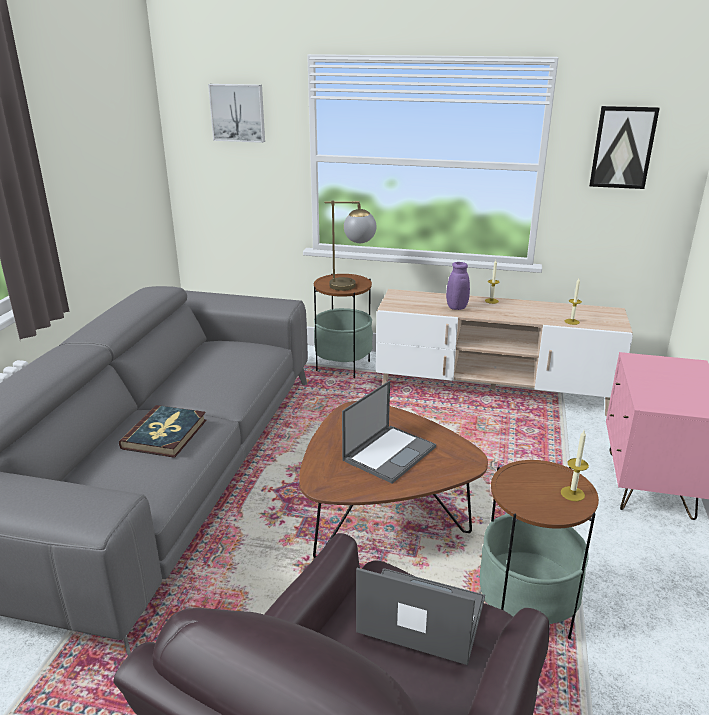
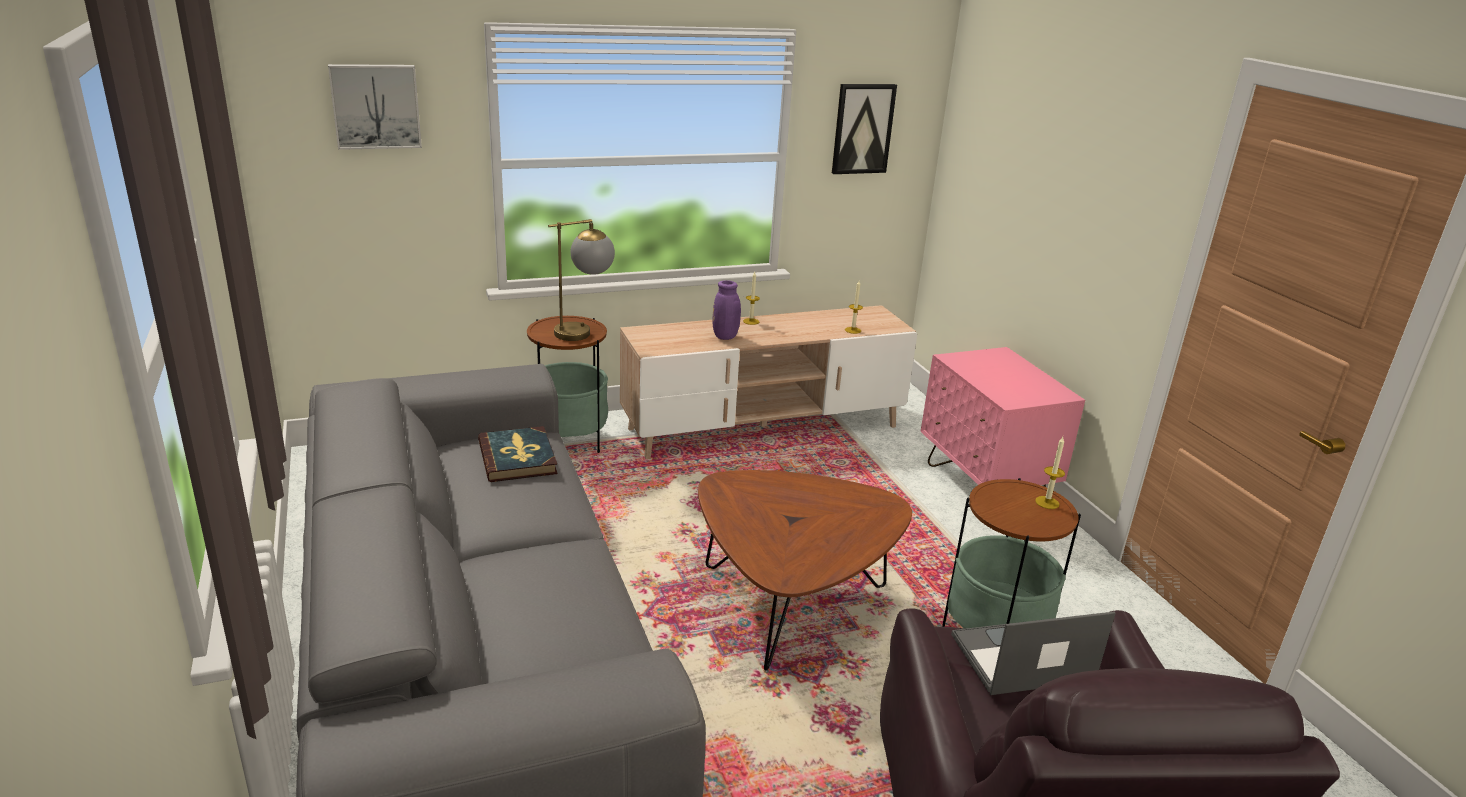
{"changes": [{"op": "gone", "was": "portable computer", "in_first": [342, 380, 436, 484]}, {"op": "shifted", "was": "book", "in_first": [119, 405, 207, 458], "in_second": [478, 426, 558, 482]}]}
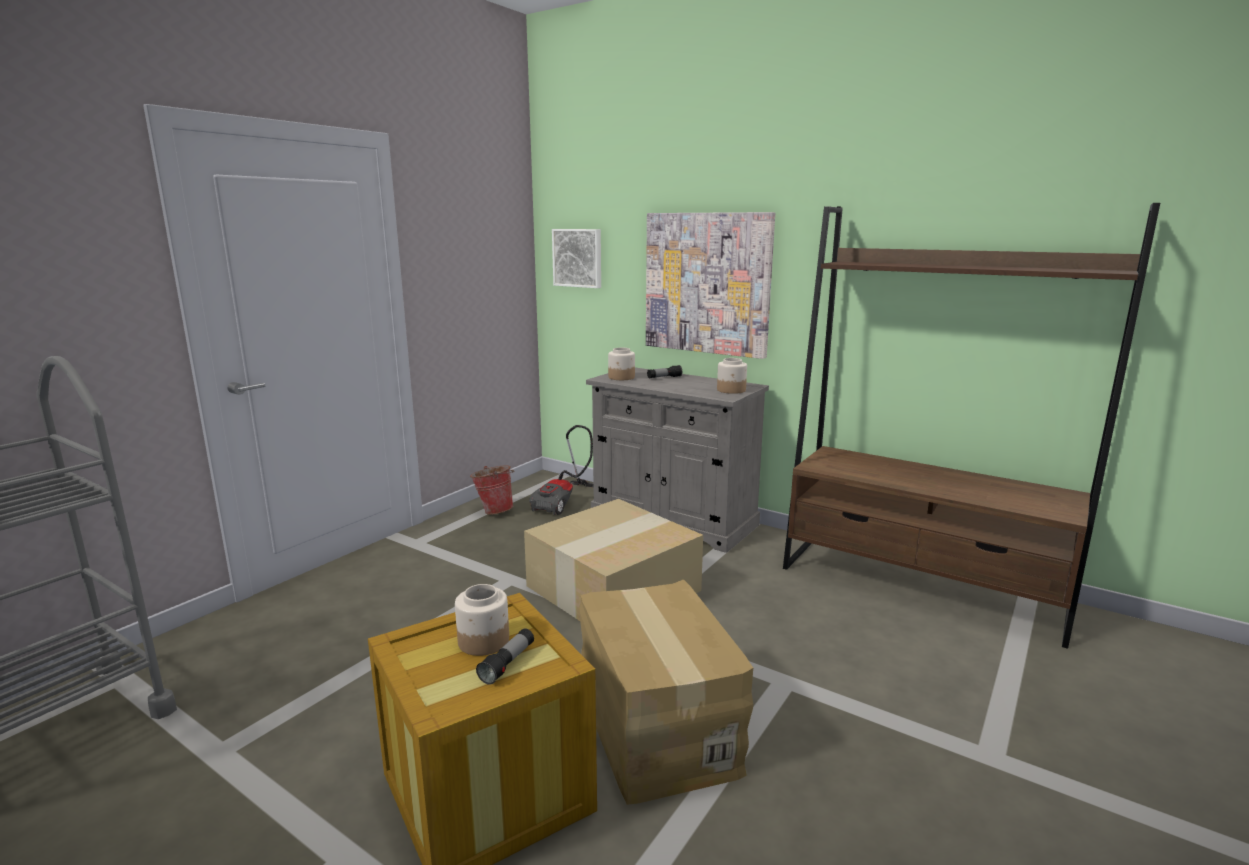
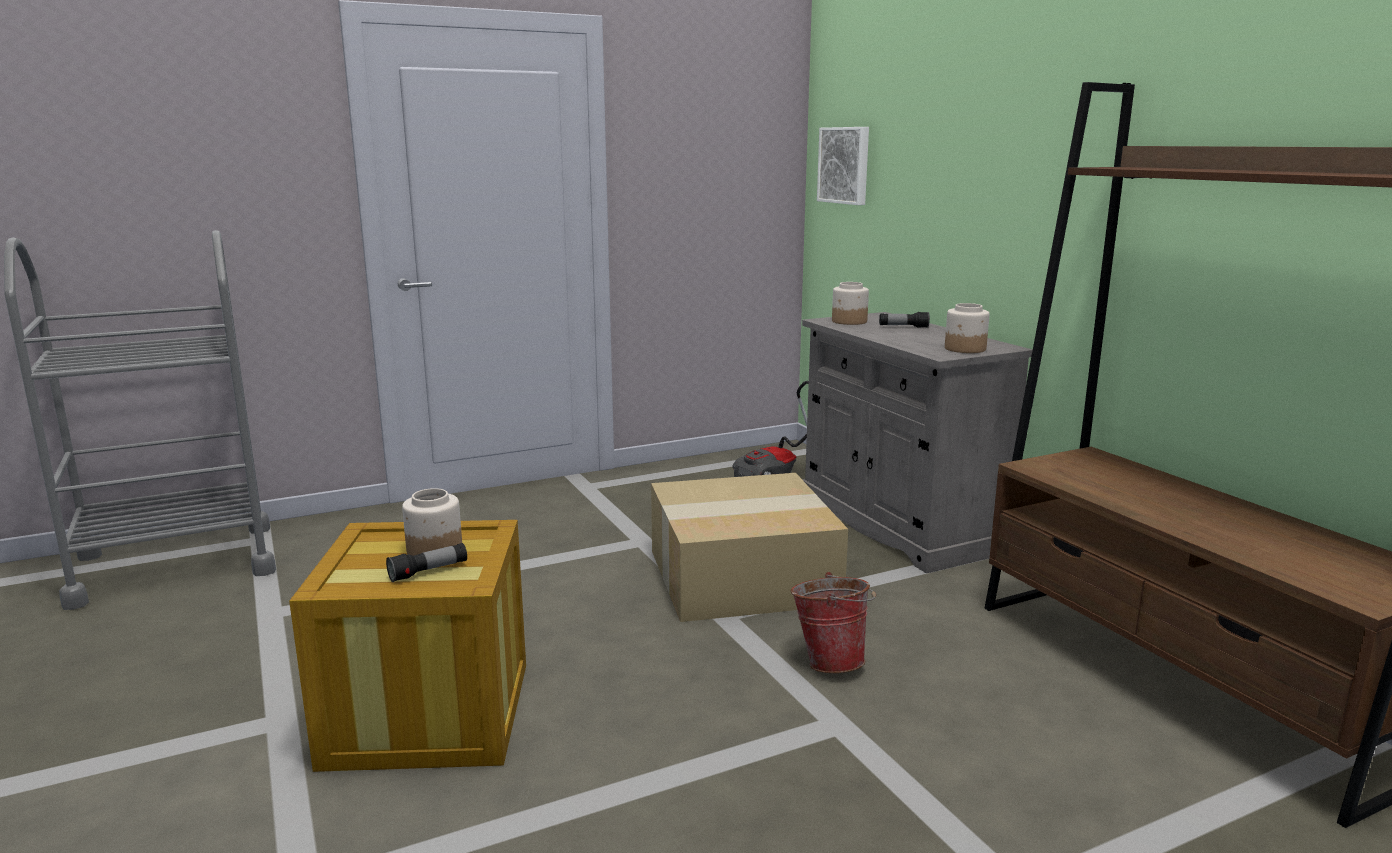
{"changes": [{"op": "gone", "was": "packing box", "in_first": [579, 580, 753, 805]}, {"op": "gone", "was": "wall picture", "in_first": [646, 212, 775, 359]}, {"op": "shifted", "was": "bucket", "in_first": [470, 465, 514, 515], "in_second": [791, 572, 876, 673]}]}
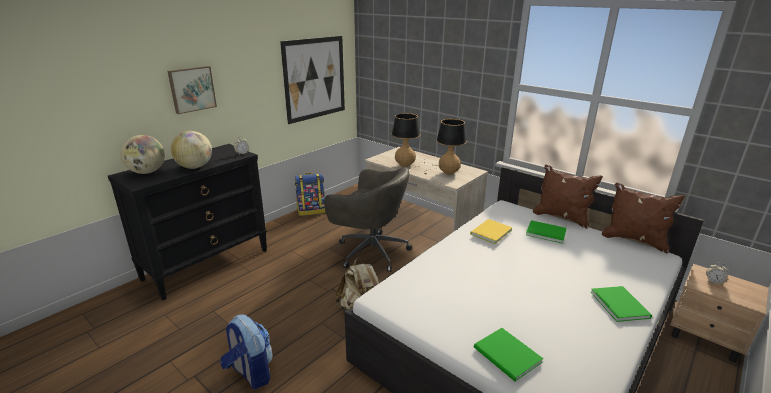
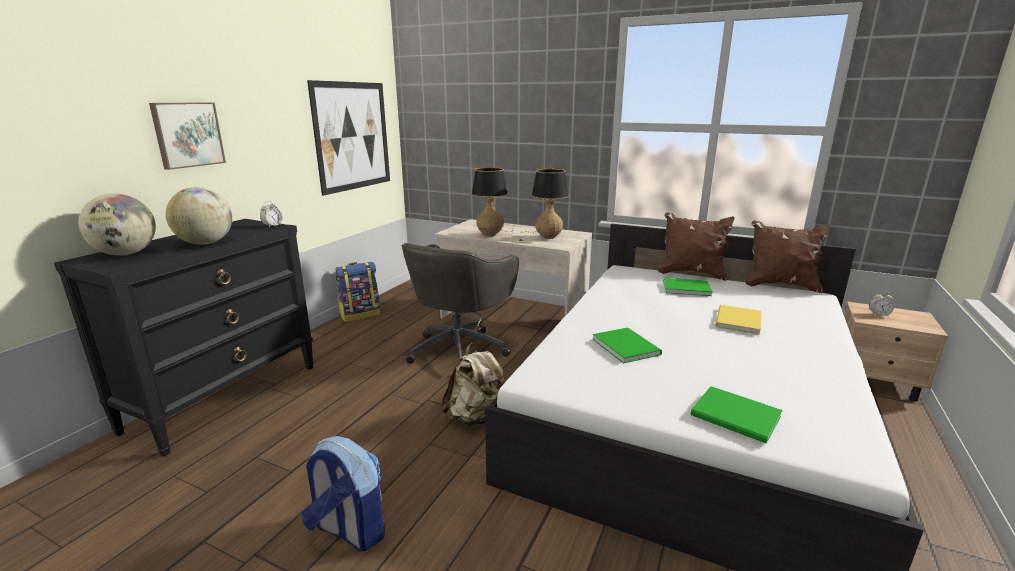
{"changes": [{"op": "shifted", "was": "book (yellowish)", "in_first": [470, 219, 513, 244], "in_second": [715, 305, 761, 335]}, {"op": "shifted", "was": "book (greenish)", "in_first": [591, 286, 652, 322], "in_second": [593, 327, 662, 364]}, {"op": "rotated", "was": "office chair (gray)", "in_first": [324, 167, 412, 272], "in_second": [401, 243, 519, 364], "clockwise": 105}]}
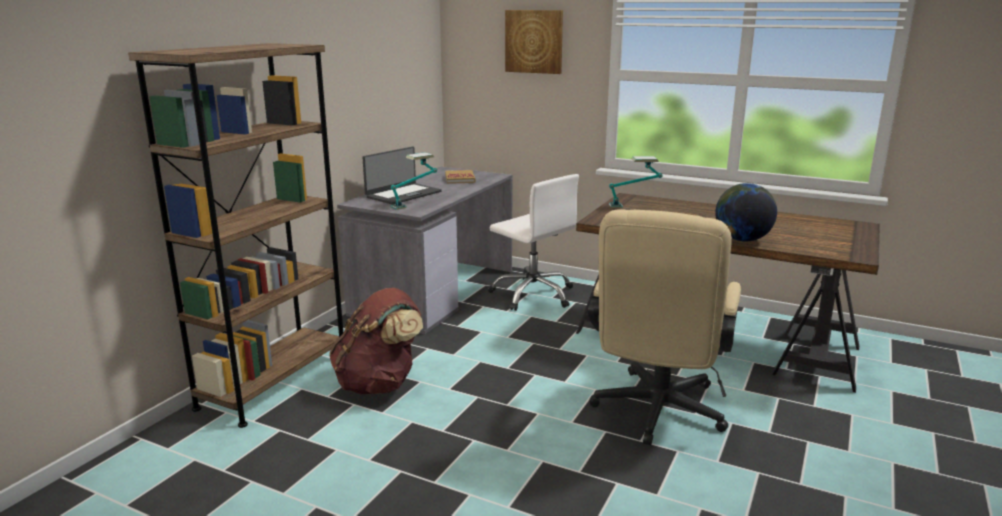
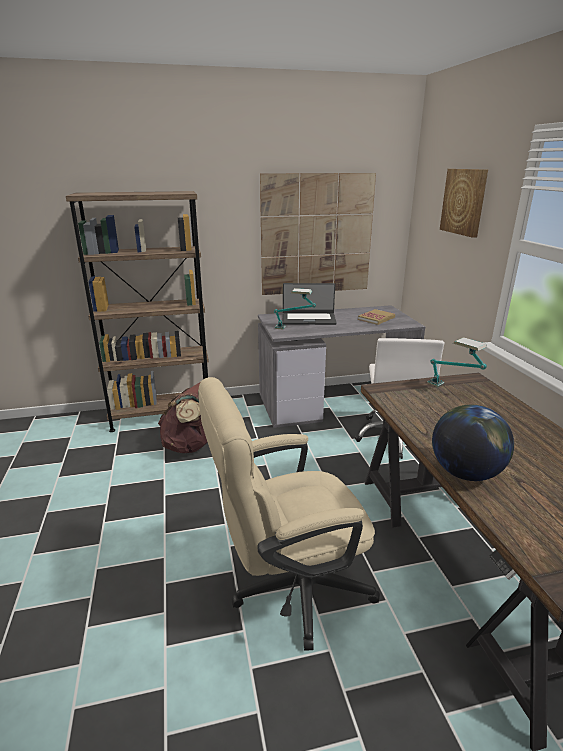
{"changes": [{"op": "new", "now": "wall picture", "in_second": [260, 173, 376, 295]}]}
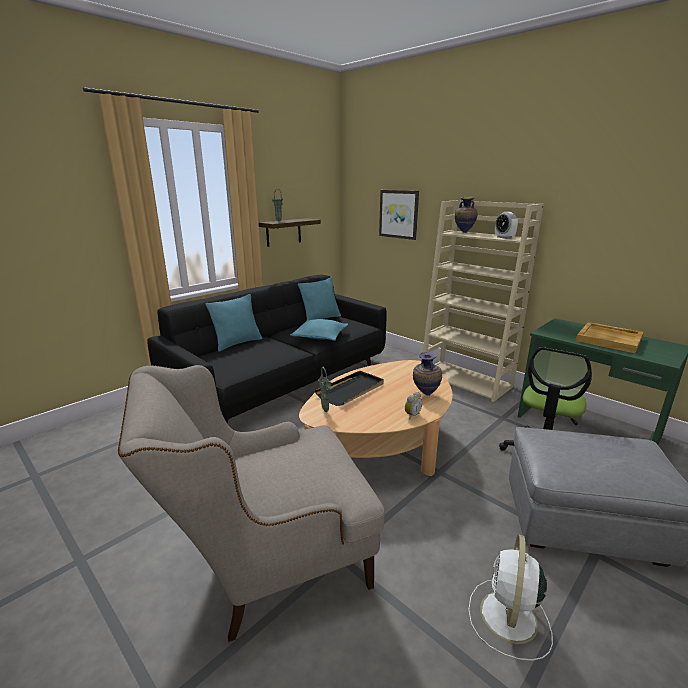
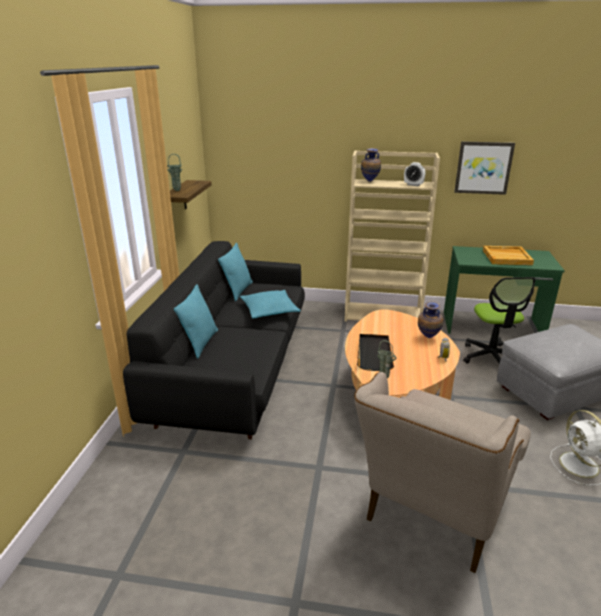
{"changes": [{"op": "shifted", "was": "wall picture", "in_first": [379, 190, 419, 240], "in_second": [454, 141, 515, 195]}]}
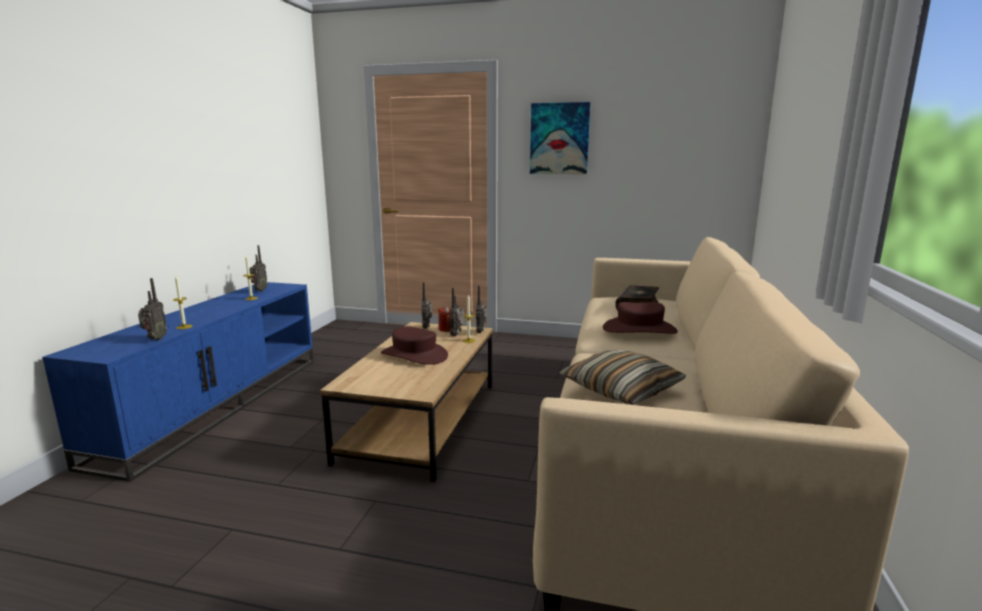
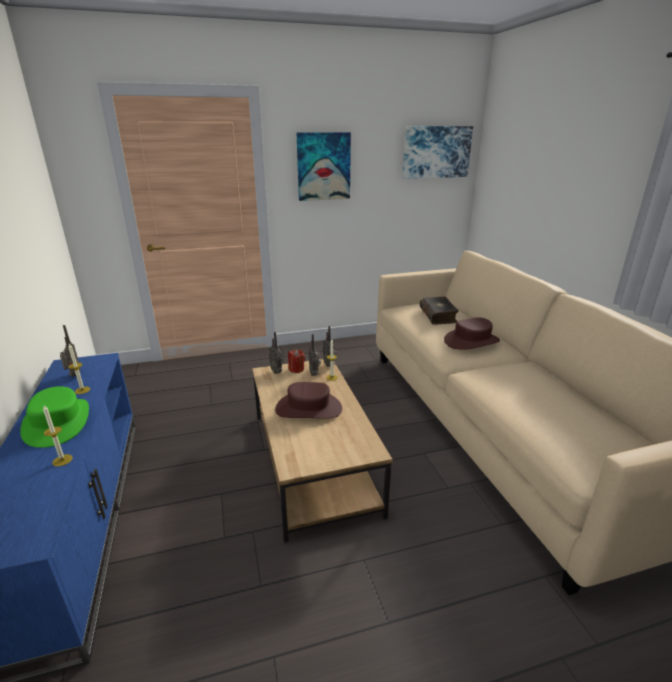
{"changes": [{"op": "gone", "was": "radio set", "in_first": [138, 278, 167, 340]}, {"op": "gone", "was": "throw pillow", "in_first": [560, 350, 687, 405]}, {"op": "new", "now": "clothing hat (greenish)", "in_second": [20, 386, 89, 448]}, {"op": "new", "now": "wall picture", "in_second": [403, 126, 473, 179]}]}
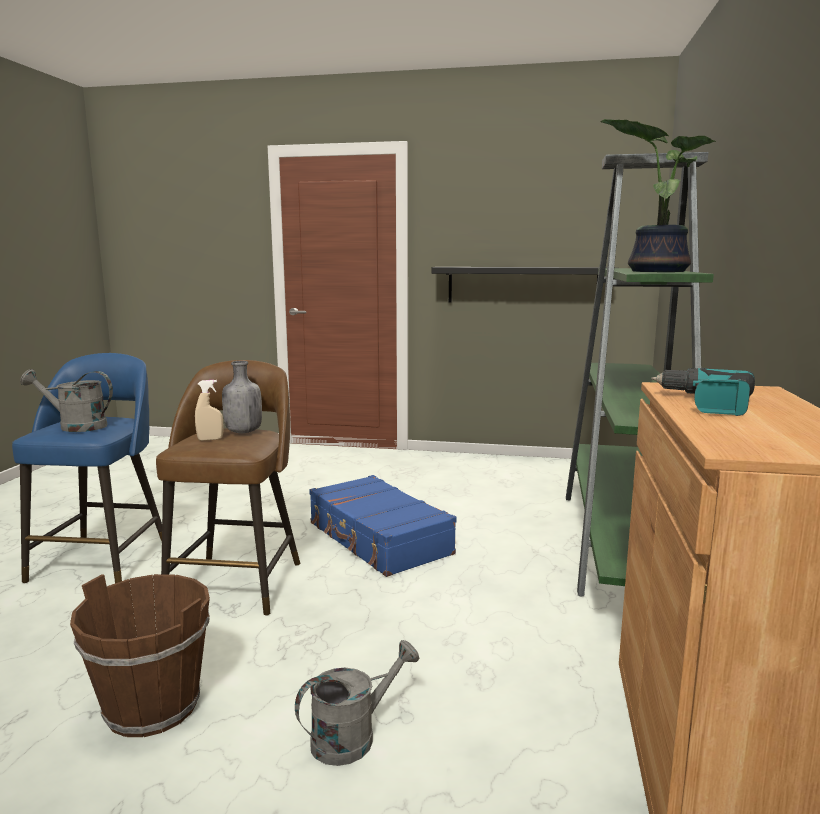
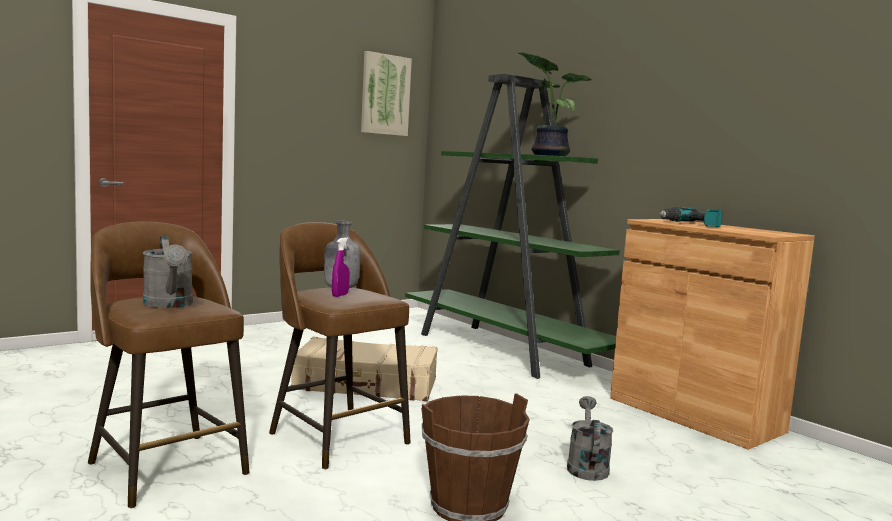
{"changes": [{"op": "gone", "was": "shelf (black-coloured)", "in_first": [431, 267, 616, 303]}, {"op": "new", "now": "wall picture", "in_second": [361, 51, 412, 136]}, {"op": "repainted", "was": "stool (bluish)", "now": "stool (brown-coloured)", "in_first": [12, 353, 162, 583], "in_second": [88, 221, 249, 508]}, {"op": "repainted", "was": "hand sprayer (sand-coloured)", "now": "hand sprayer (purple-coloured)", "in_first": [195, 380, 223, 441], "in_second": [332, 237, 350, 297]}, {"op": "repainted", "was": "travel case (bluish)", "now": "travel case (sand-coloured)", "in_first": [309, 475, 457, 577], "in_second": [291, 337, 438, 401]}, {"op": "rotated", "was": "watering pot (gray)", "in_first": [20, 369, 113, 432], "in_second": [143, 235, 193, 308], "clockwise": -75}]}
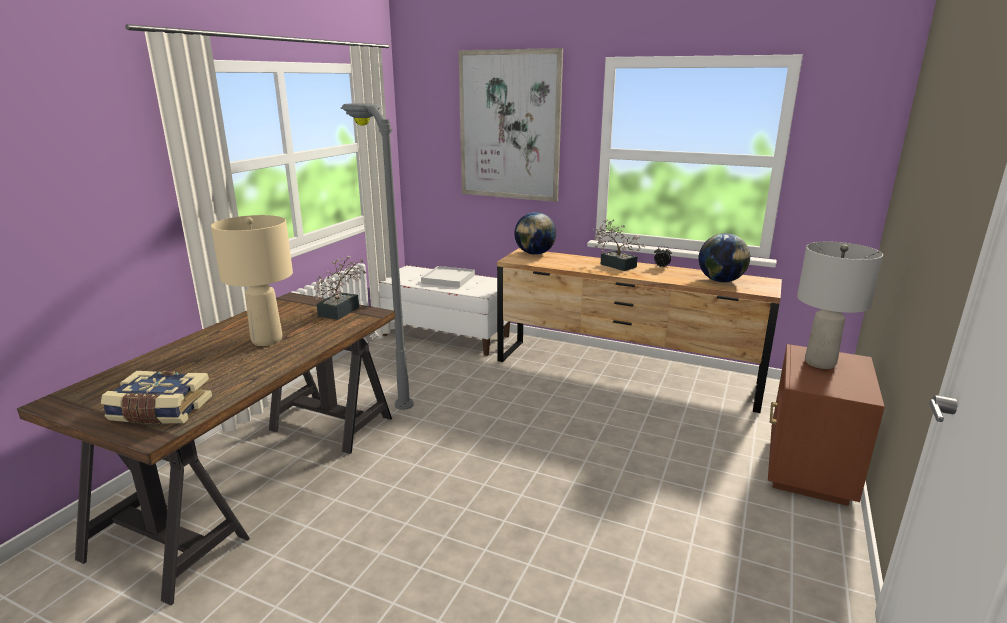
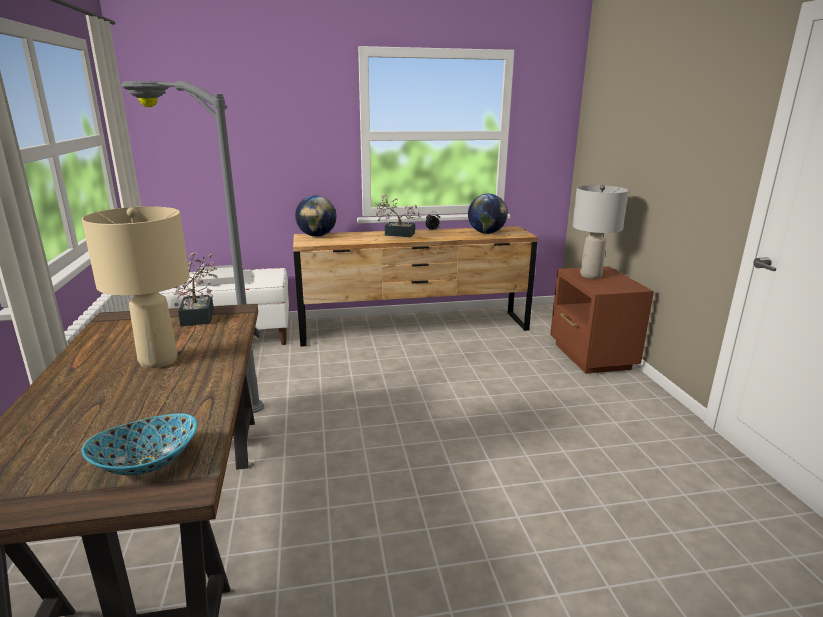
{"changes": [{"op": "gone", "was": "wall picture", "in_first": [458, 48, 563, 202]}, {"op": "swapped", "was": "book", "now": "deep dish", "in_first": [101, 371, 212, 423], "in_second": [82, 413, 198, 475]}]}
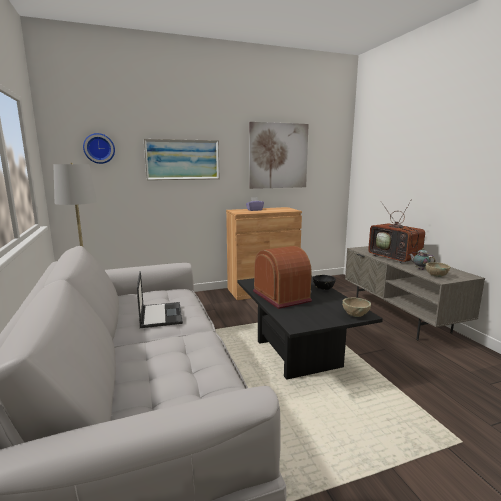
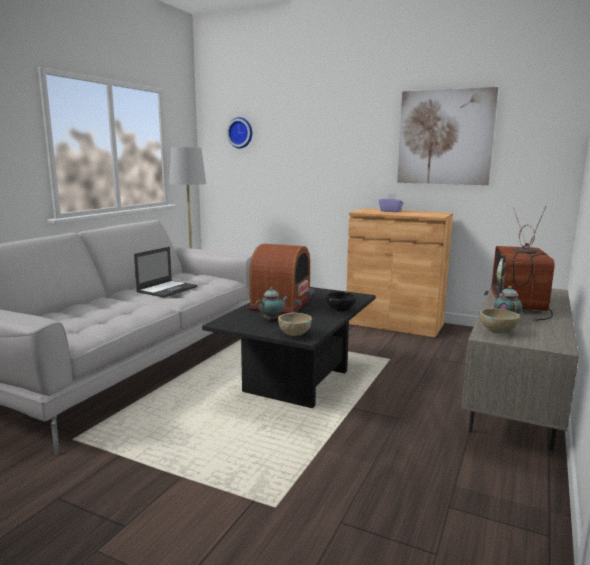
{"changes": [{"op": "gone", "was": "wall picture", "in_first": [144, 139, 220, 180]}, {"op": "new", "now": "tea pot", "in_second": [255, 287, 289, 320]}]}
